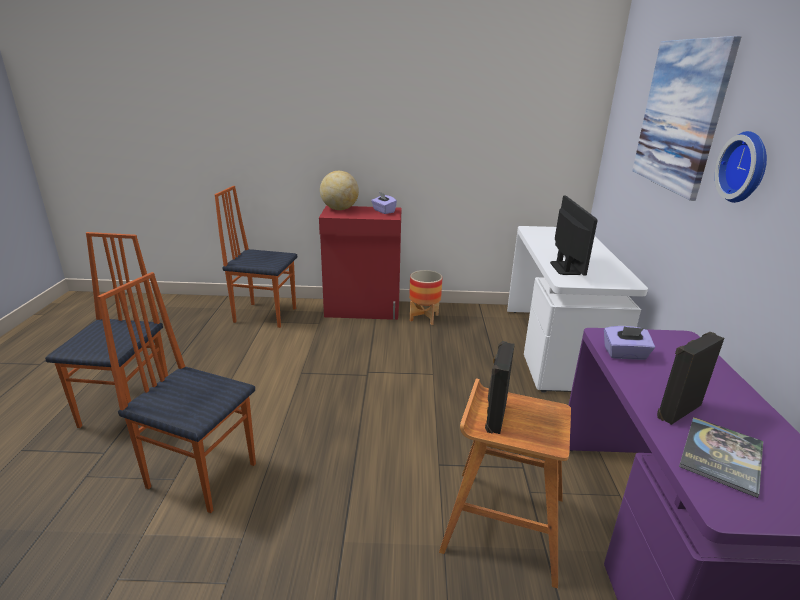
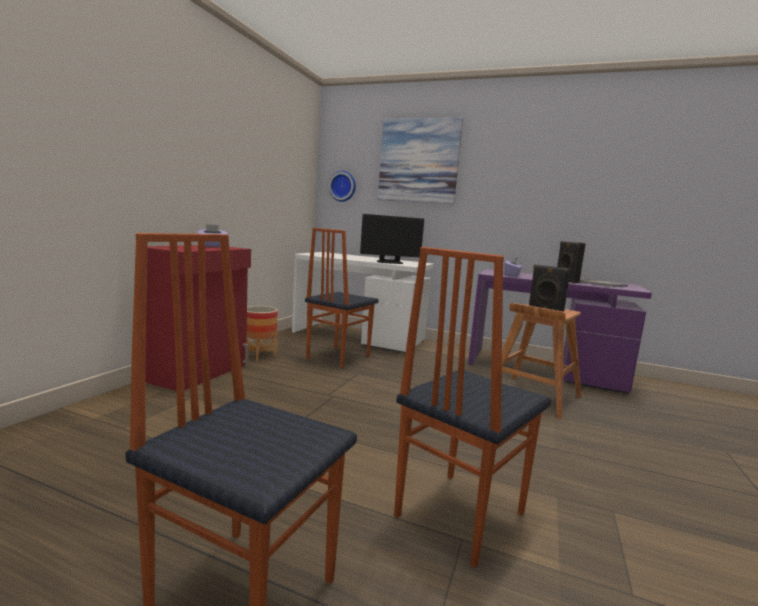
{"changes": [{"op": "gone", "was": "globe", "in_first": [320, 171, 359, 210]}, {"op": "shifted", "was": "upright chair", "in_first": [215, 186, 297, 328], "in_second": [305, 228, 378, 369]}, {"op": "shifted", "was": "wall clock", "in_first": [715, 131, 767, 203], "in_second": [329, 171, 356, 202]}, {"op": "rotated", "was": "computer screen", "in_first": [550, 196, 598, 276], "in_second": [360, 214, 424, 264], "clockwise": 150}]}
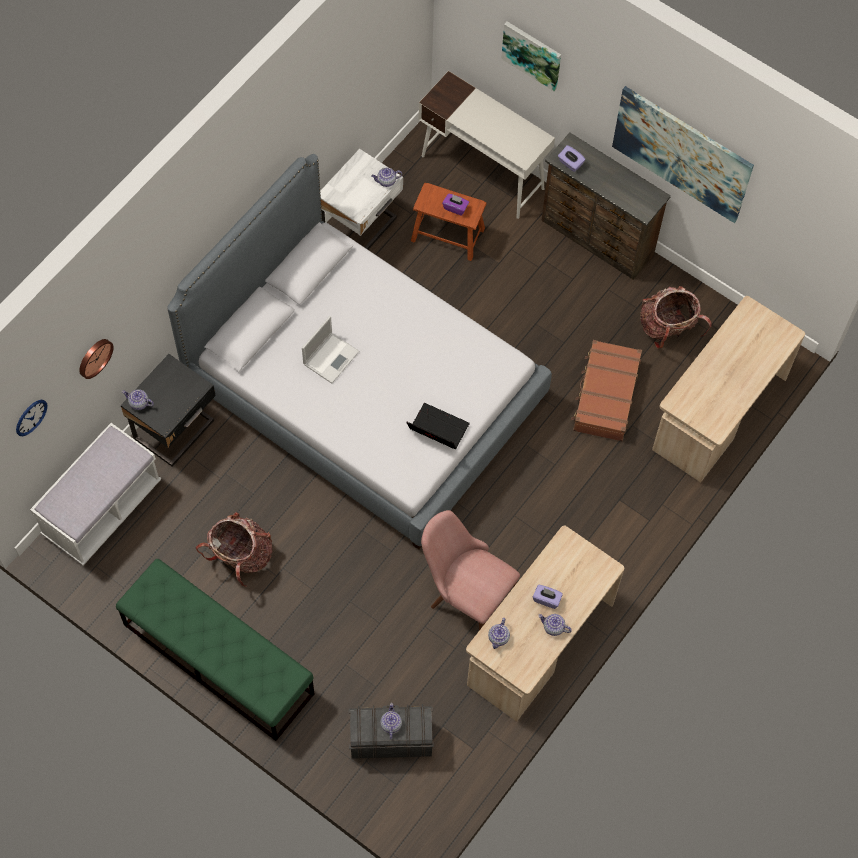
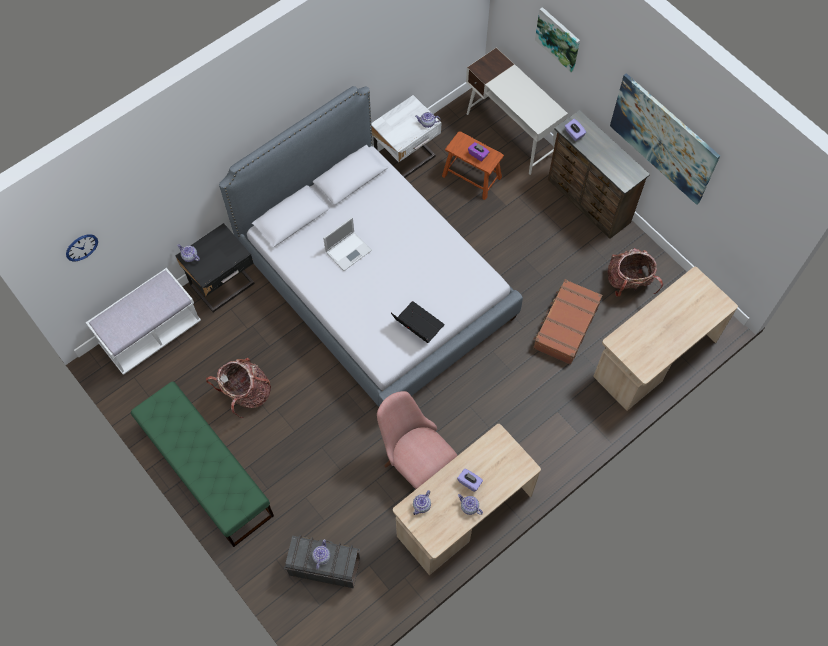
{"changes": [{"op": "gone", "was": "wall clock", "in_first": [79, 339, 114, 379]}]}
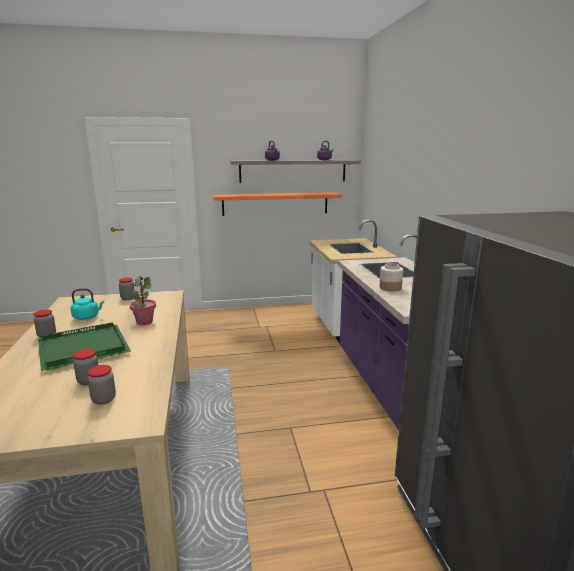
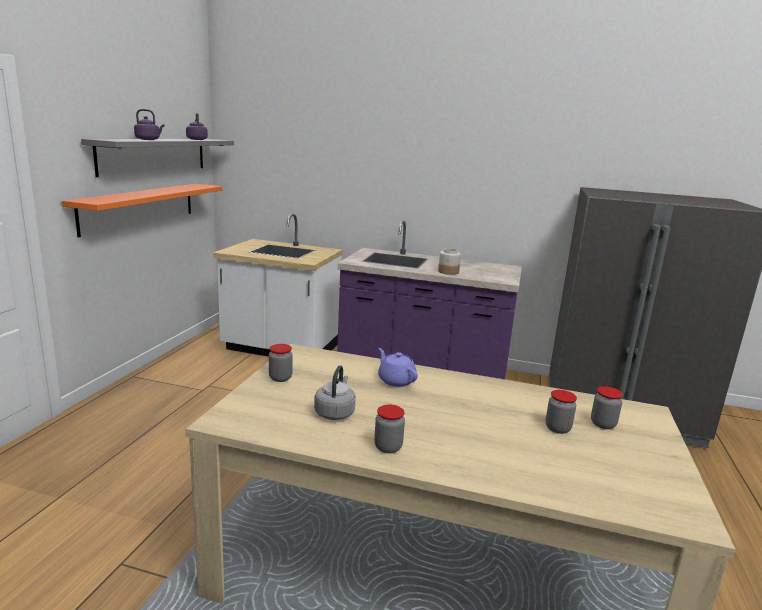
{"changes": [{"op": "gone", "was": "carrying tray (greenish)", "in_first": [38, 322, 131, 371]}, {"op": "swapped", "was": "plant in a pot", "now": "tea pot (purple-coloured)", "in_first": [130, 276, 156, 325], "in_second": [378, 348, 418, 387]}, {"op": "repainted", "was": "kettle (turquoise)", "now": "kettle (gray)", "in_first": [71, 288, 104, 320], "in_second": [314, 365, 356, 420]}]}
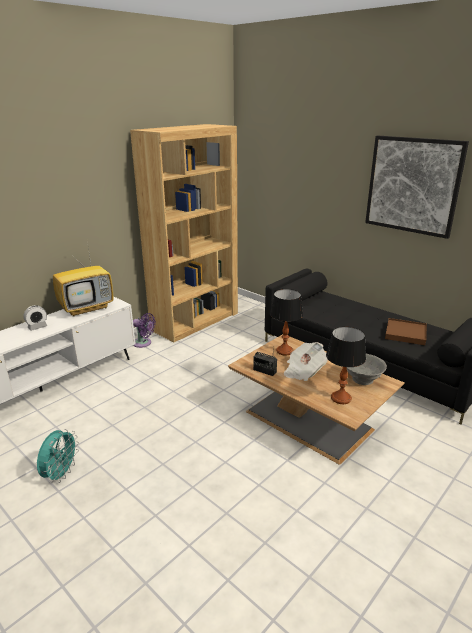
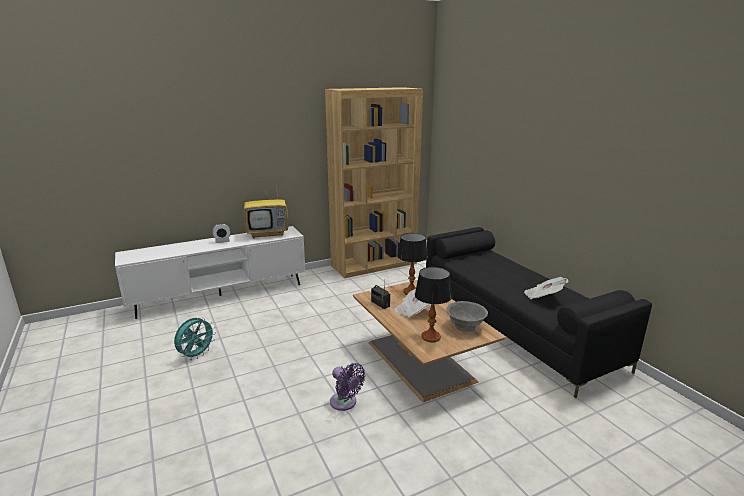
{"changes": [{"op": "gone", "was": "wall picture", "in_first": [365, 136, 469, 239]}, {"op": "shifted", "was": "cooling fan (purple-coloured)", "in_first": [133, 313, 156, 348], "in_second": [330, 363, 366, 411]}, {"op": "swapped", "was": "carrying tray (brown-coloured)", "now": "daily paper", "in_first": [385, 318, 427, 345], "in_second": [524, 277, 568, 299]}]}
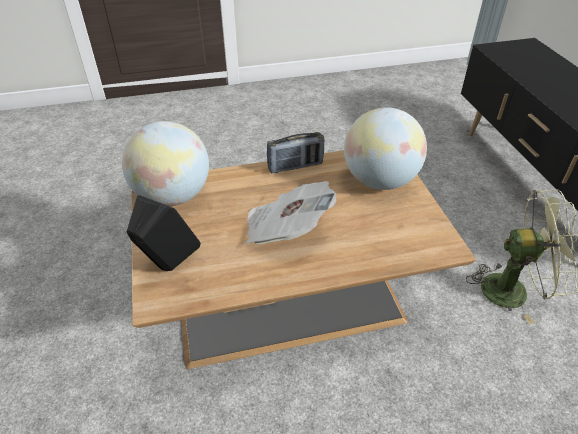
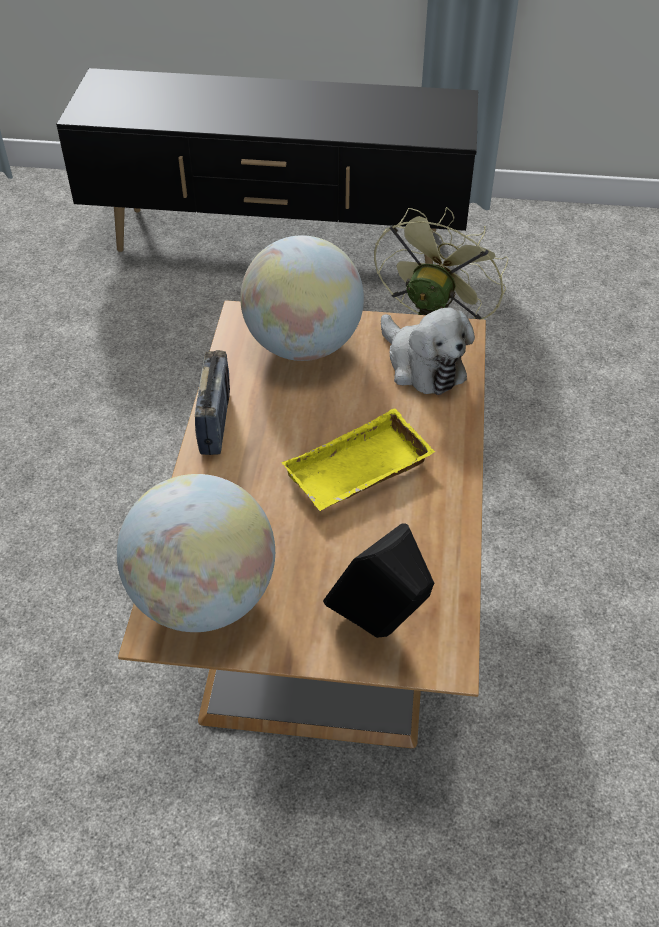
{"changes": [{"op": "new", "now": "plush toy", "in_second": [381, 308, 475, 395]}, {"op": "swapped", "was": "daily paper", "now": "carrying tray (yellowish)", "in_first": [246, 181, 337, 244], "in_second": [282, 408, 435, 511]}]}
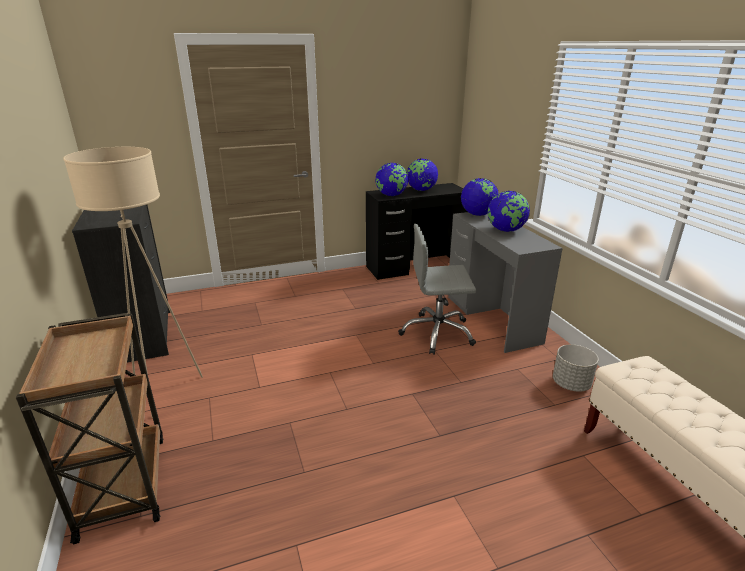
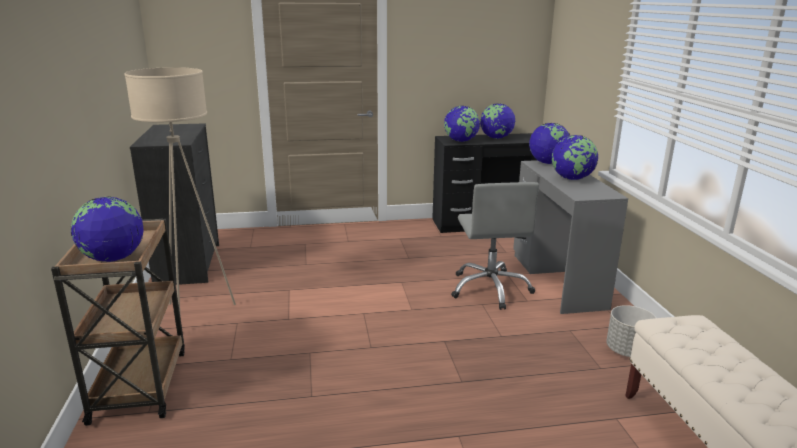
{"changes": [{"op": "new", "now": "globe", "in_second": [71, 196, 144, 262]}, {"op": "rotated", "was": "office chair (gray)", "in_first": [398, 224, 476, 355], "in_second": [451, 182, 539, 310], "clockwise": -105}]}
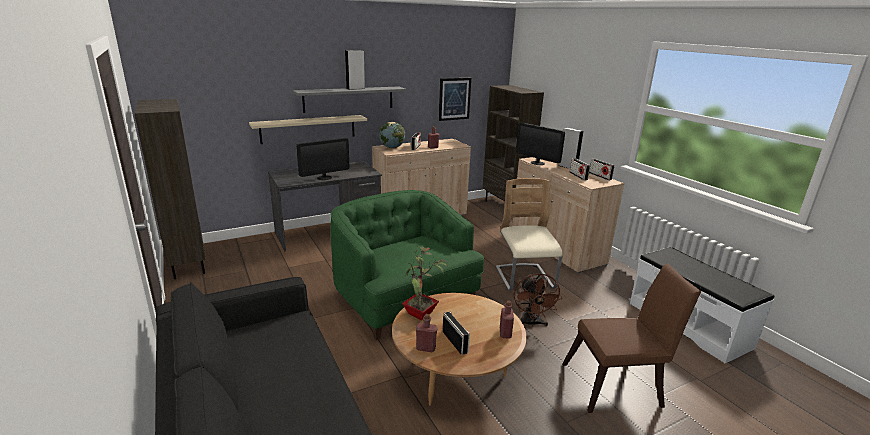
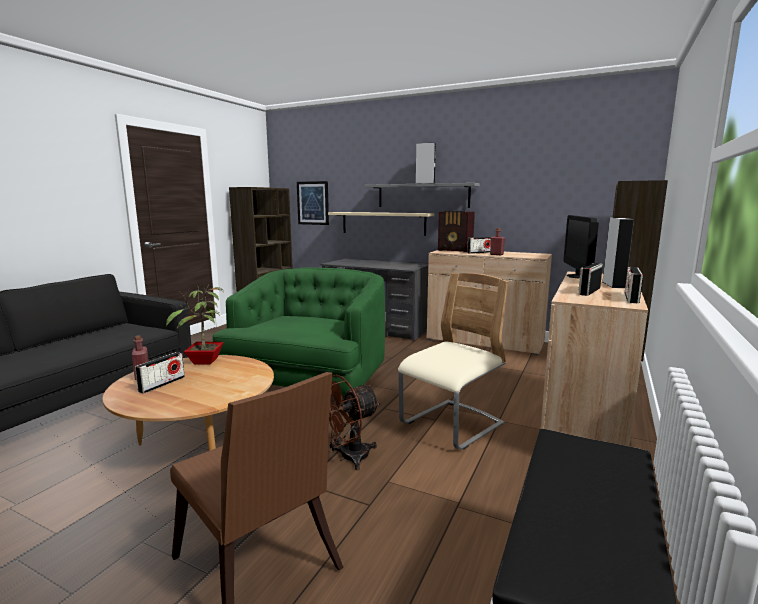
{"changes": [{"op": "gone", "was": "computer screen", "in_first": [296, 138, 349, 180]}, {"op": "gone", "was": "bottle (red)", "in_first": [500, 301, 514, 339]}, {"op": "shifted", "was": "wall picture", "in_first": [439, 78, 471, 121], "in_second": [297, 181, 329, 225]}, {"op": "swapped", "was": "globe", "now": "radio set", "in_first": [379, 122, 405, 148], "in_second": [438, 211, 475, 252]}]}
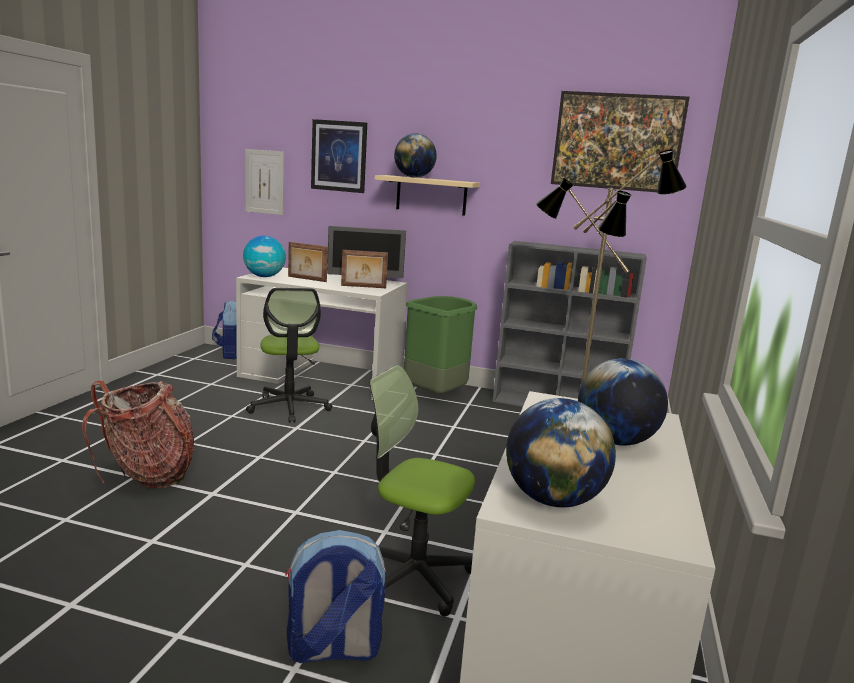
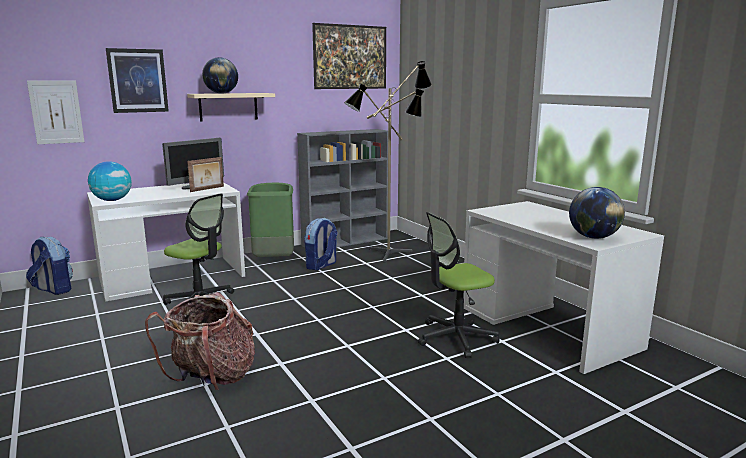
{"changes": [{"op": "gone", "was": "standing frame", "in_first": [288, 242, 328, 282]}, {"op": "gone", "was": "globe", "in_first": [578, 358, 668, 446]}, {"op": "shifted", "was": "backpack", "in_first": [285, 530, 386, 663], "in_second": [304, 218, 337, 270]}]}
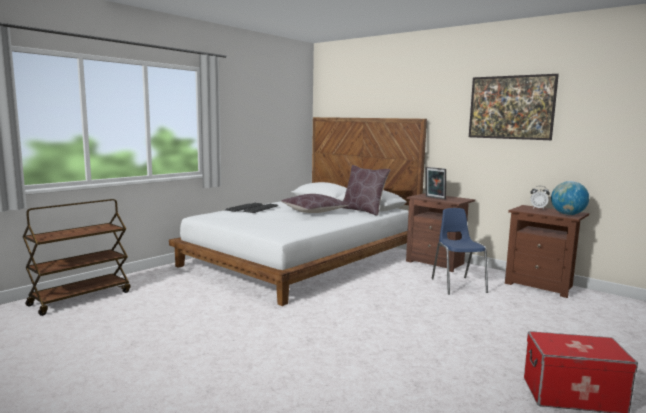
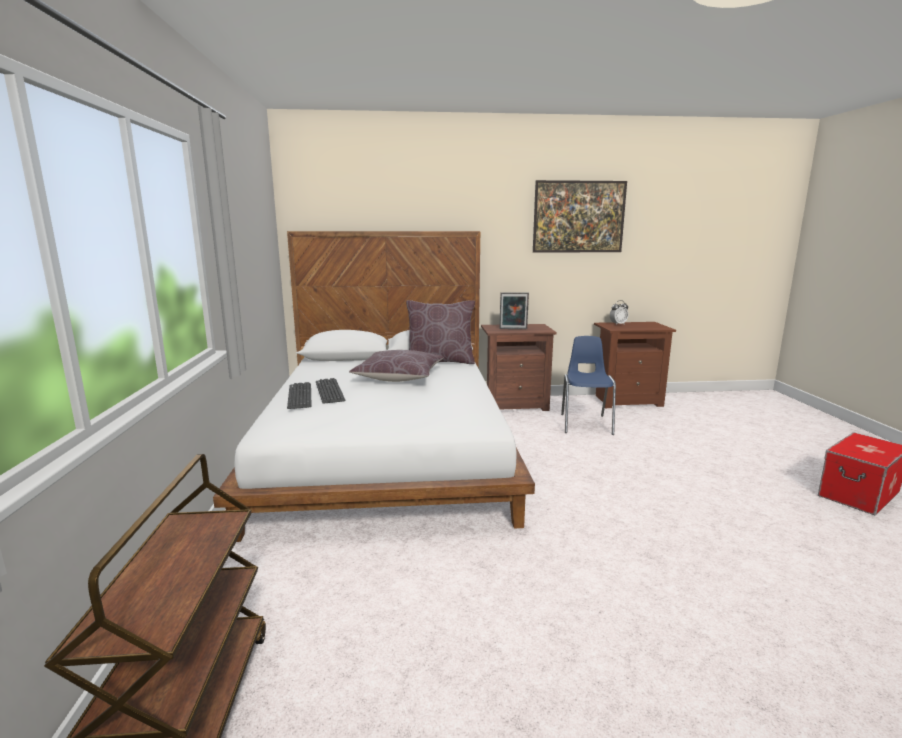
{"changes": [{"op": "gone", "was": "globe", "in_first": [551, 181, 589, 215]}, {"op": "rotated", "was": "upright chair (bluish)", "in_first": [432, 208, 488, 295], "in_second": [561, 336, 616, 435], "clockwise": 60}]}
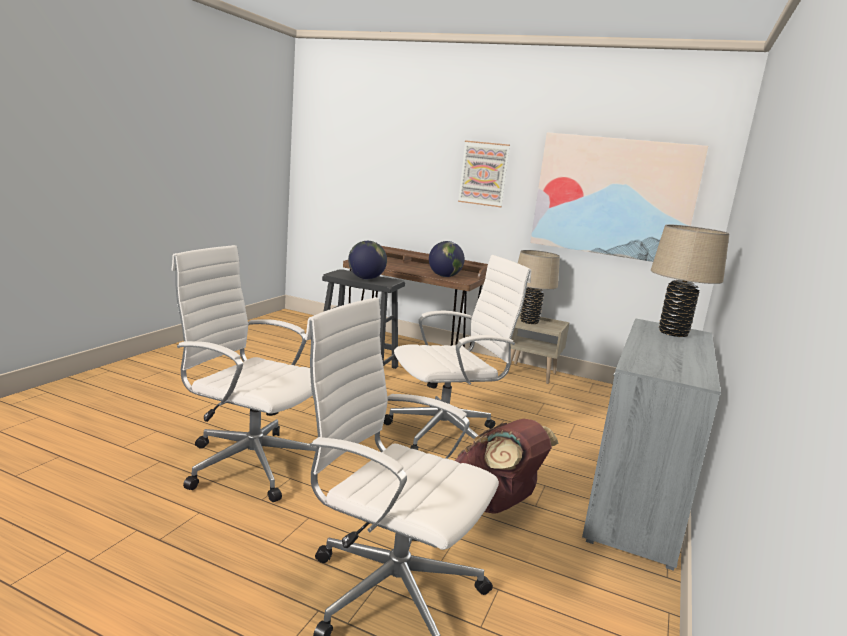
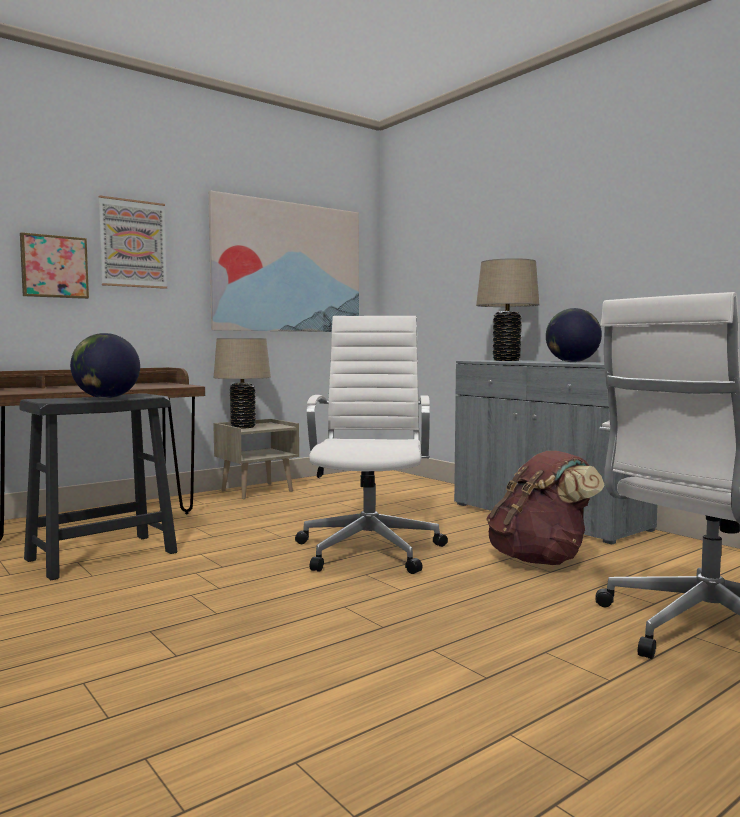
{"changes": [{"op": "gone", "was": "office chair (white)", "in_first": [171, 245, 317, 502]}, {"op": "new", "now": "wall picture", "in_second": [20, 232, 89, 299]}, {"op": "shifted", "was": "globe", "in_first": [429, 241, 465, 277], "in_second": [546, 308, 602, 362]}]}
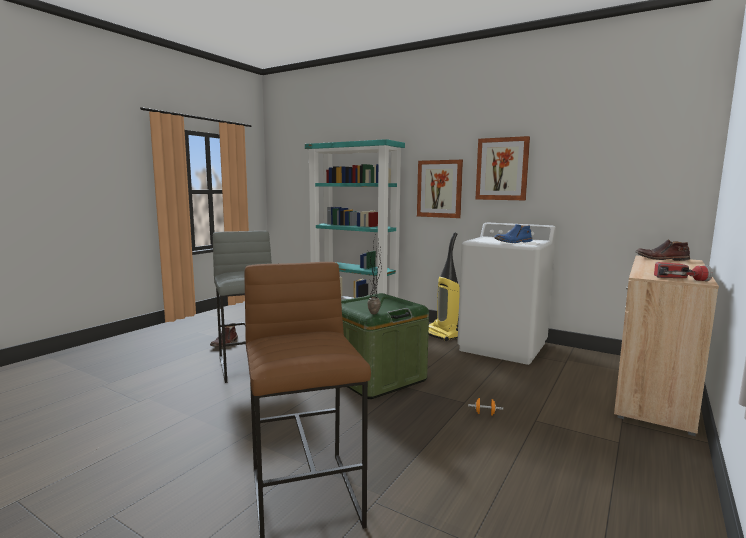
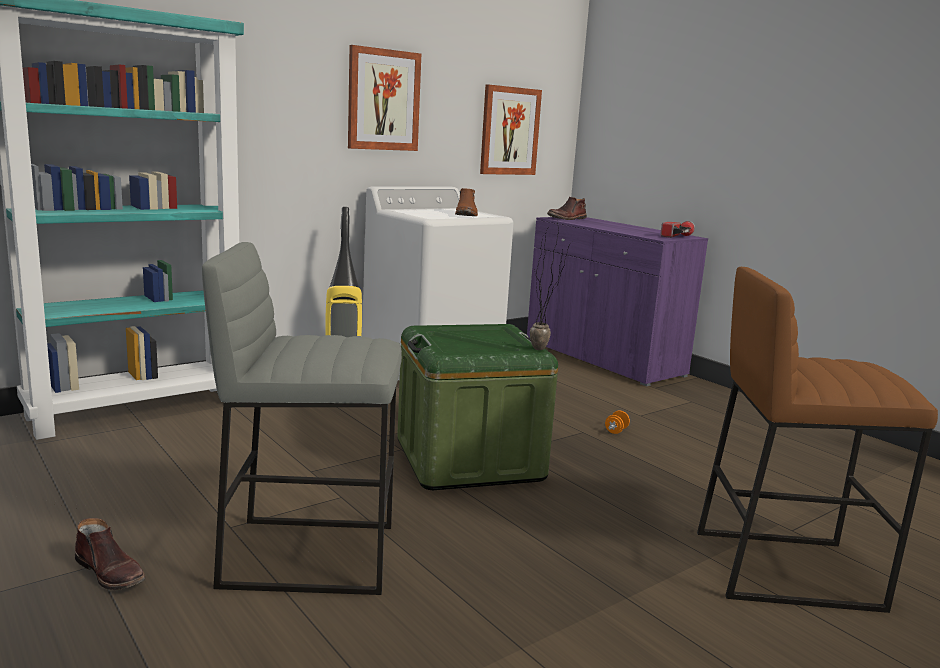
{"changes": [{"op": "shifted", "was": "wall picture", "in_first": [417, 160, 463, 218], "in_second": [480, 84, 542, 175]}, {"op": "repainted", "was": "tall boot (bluish)", "now": "tall boot (brown-coloured)", "in_first": [494, 224, 532, 243], "in_second": [455, 188, 478, 216]}, {"op": "repainted", "was": "cabinet (sand-coloured)", "now": "cabinet (purple-coloured)", "in_first": [614, 256, 719, 436], "in_second": [527, 217, 708, 386]}]}
